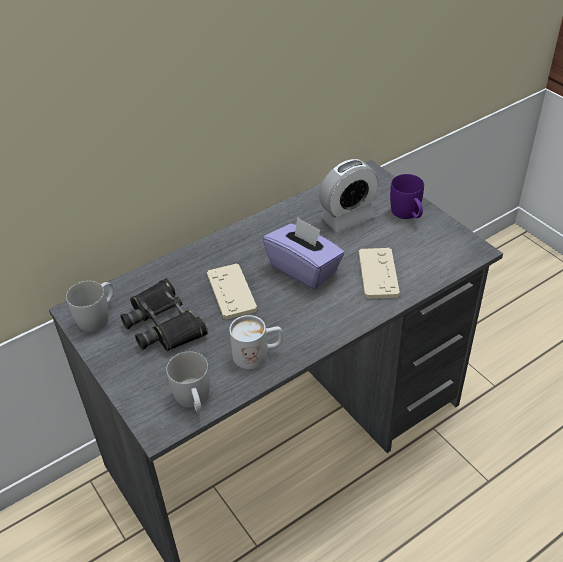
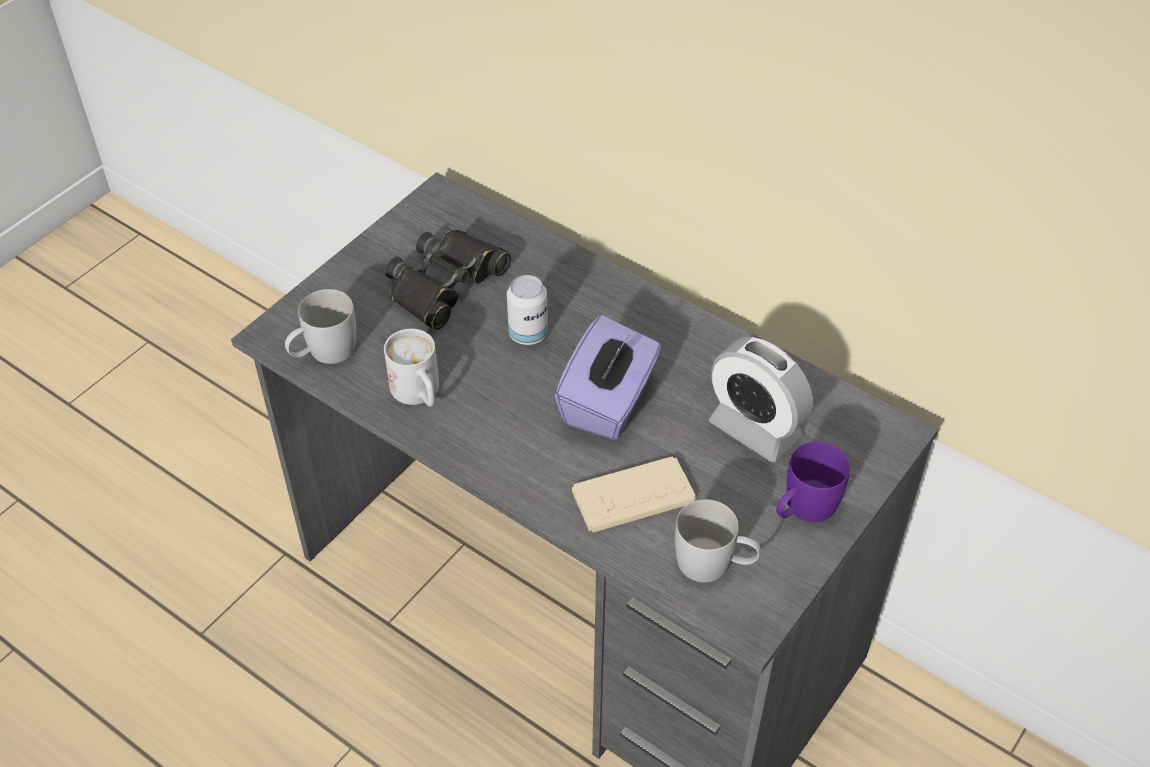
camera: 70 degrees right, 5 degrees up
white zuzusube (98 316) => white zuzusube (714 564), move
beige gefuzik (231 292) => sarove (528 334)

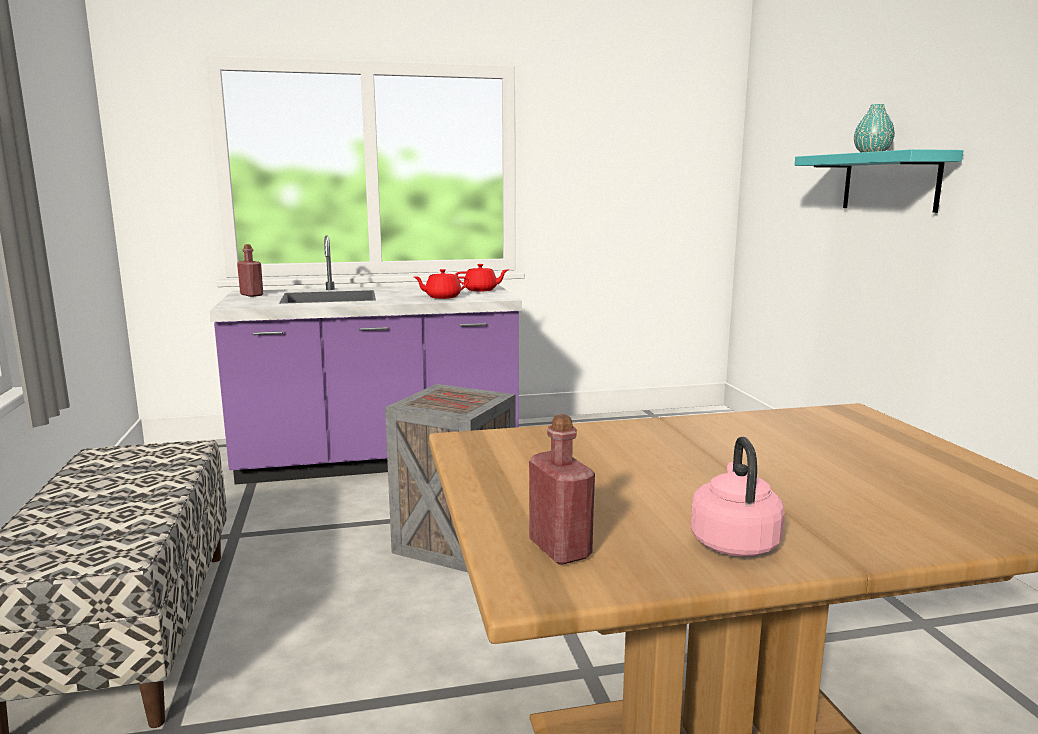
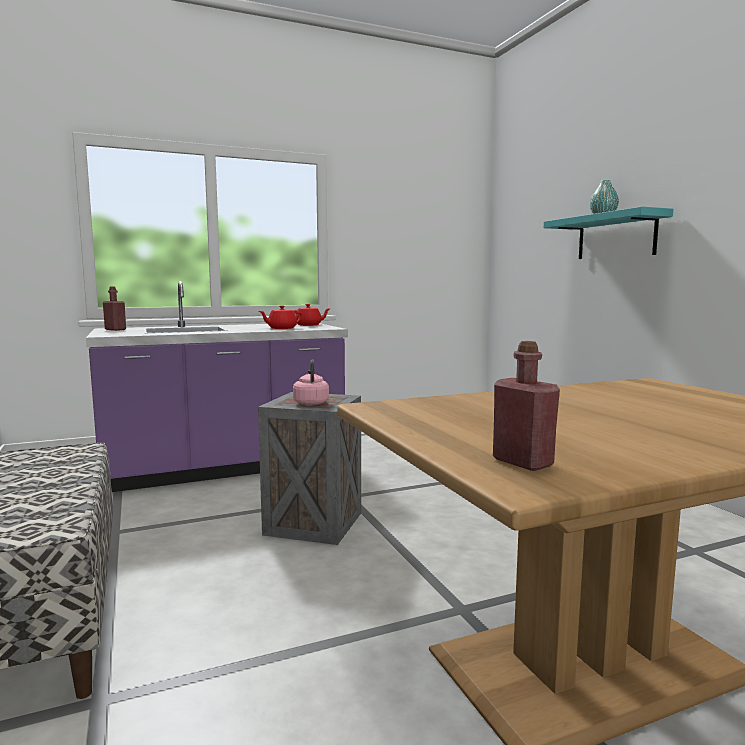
camera: 10 degrees left, 5 degrees down
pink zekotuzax (733 541) => pink zekotuzax (311 403), move

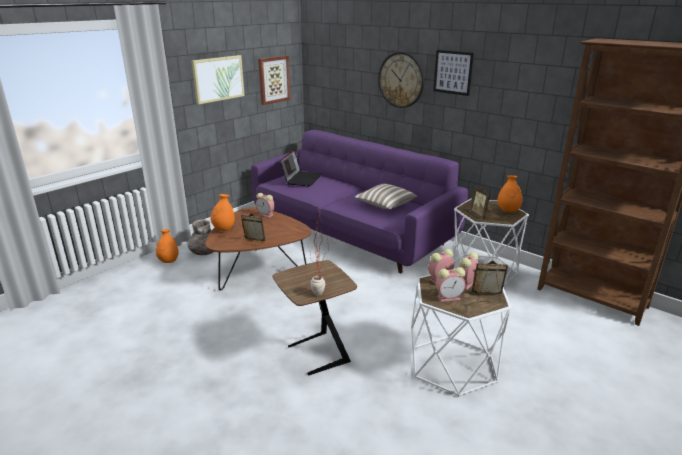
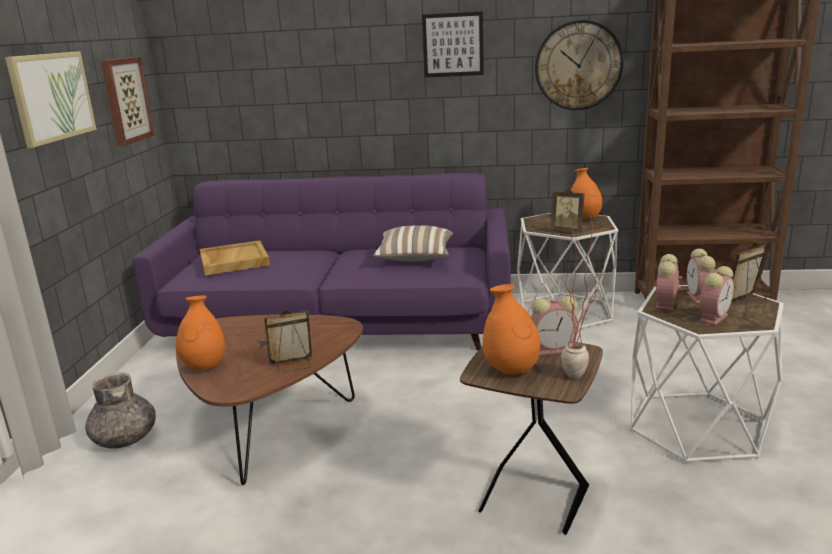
camera: 35 degrees left, 5 degrees down
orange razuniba (169 261) => orange razuniba (511 370), move
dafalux (266 215) => dafalux (554 349), move
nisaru (302 179) => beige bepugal (233 261)
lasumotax (401 80) => lasumotax (578 65), move

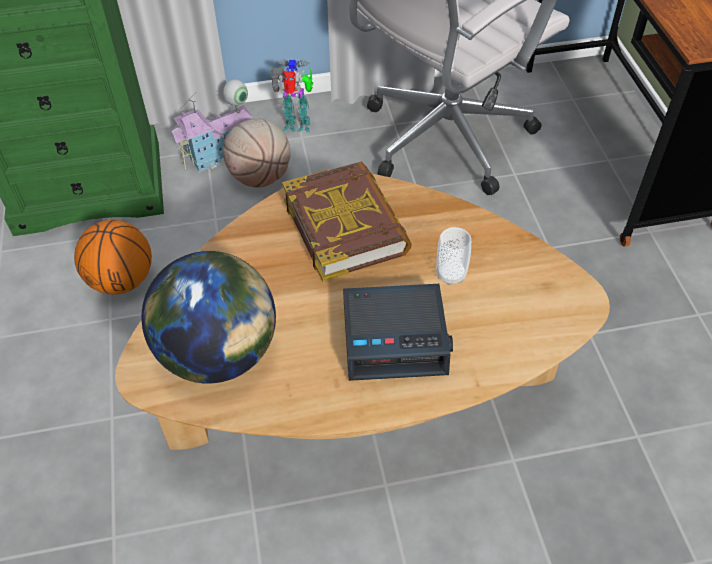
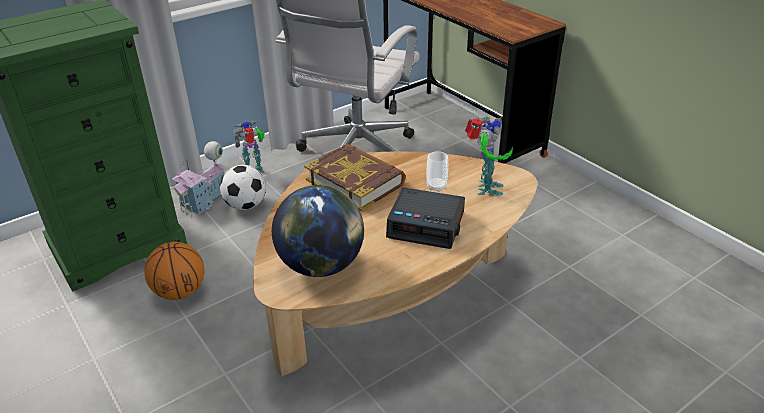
camera: 25 degrees left, 15 degrees down
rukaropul (260 177) => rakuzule (246 205)
dafalux (395 338) => dafalux (427 225), 45 degrees clockwise
nothing => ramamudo (486 189)

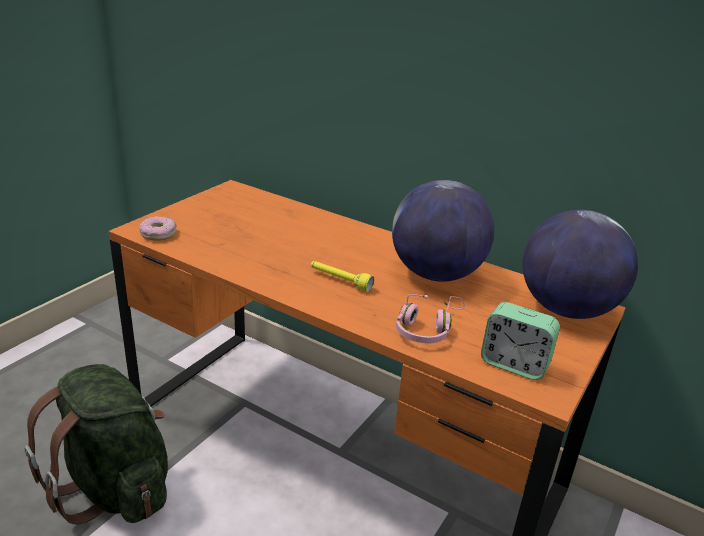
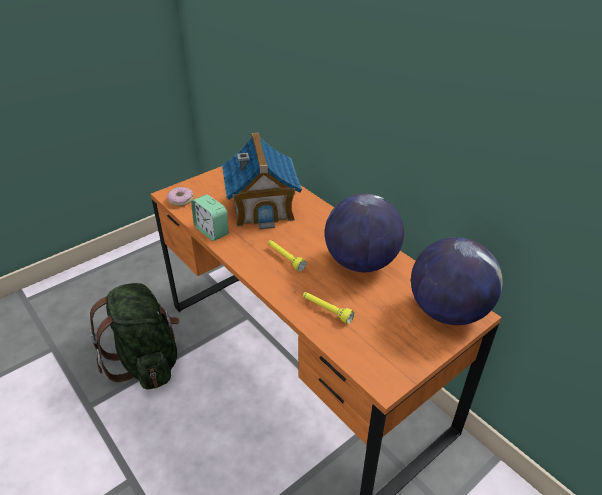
camera: 20 degrees right, 10 degrees up
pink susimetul (427 328) => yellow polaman (326 310)
dafalux (514 364) => dafalux (211 231), move
nothing => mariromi (262 207)

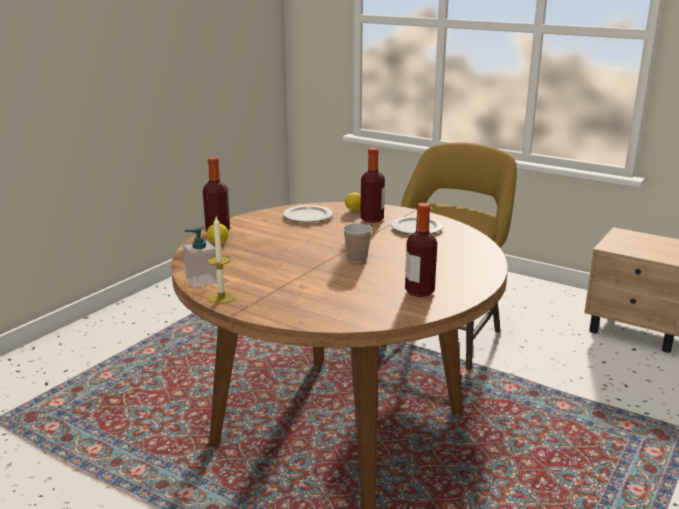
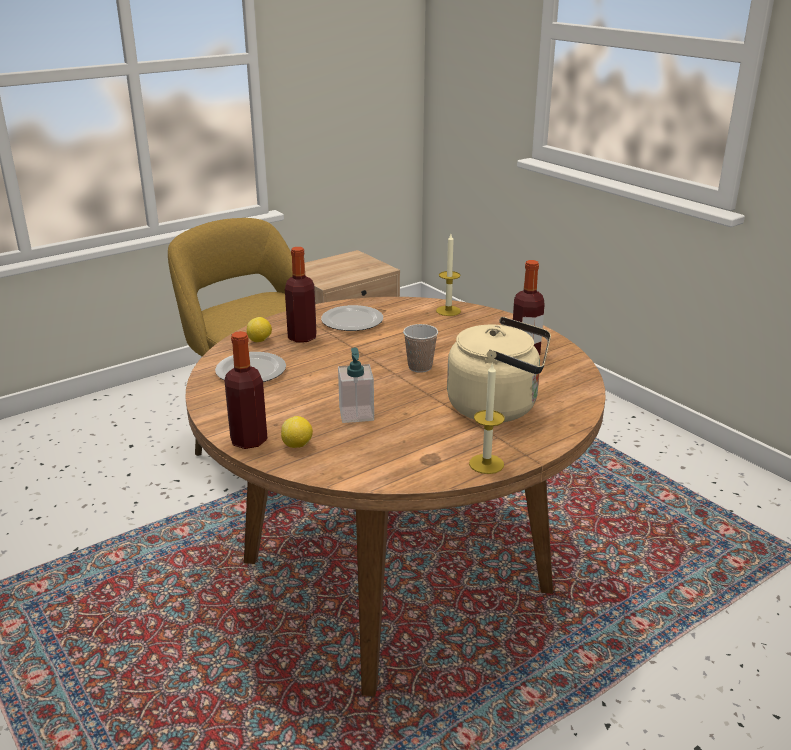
camera: 70 degrees left, 5 degrees up
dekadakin (201 280) => dekadakin (356 414), move
nothing => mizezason (448 311)
nothing => beige zekotuzax (498 407)

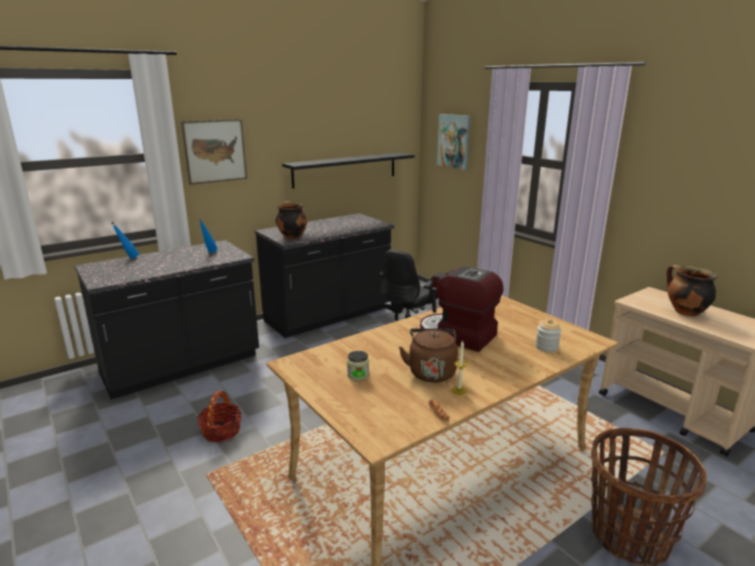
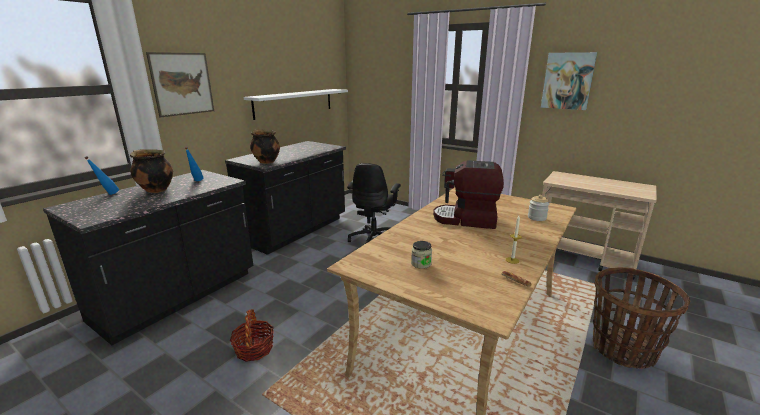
camera: 20 degrees left, 0 degrees up
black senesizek (345 169) => white senesizek (294 103)
brown zekotuzax (431 371) => nothing
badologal (454 141) => badologal (567 81), move
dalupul (684 312) => dalupul (155 190), move

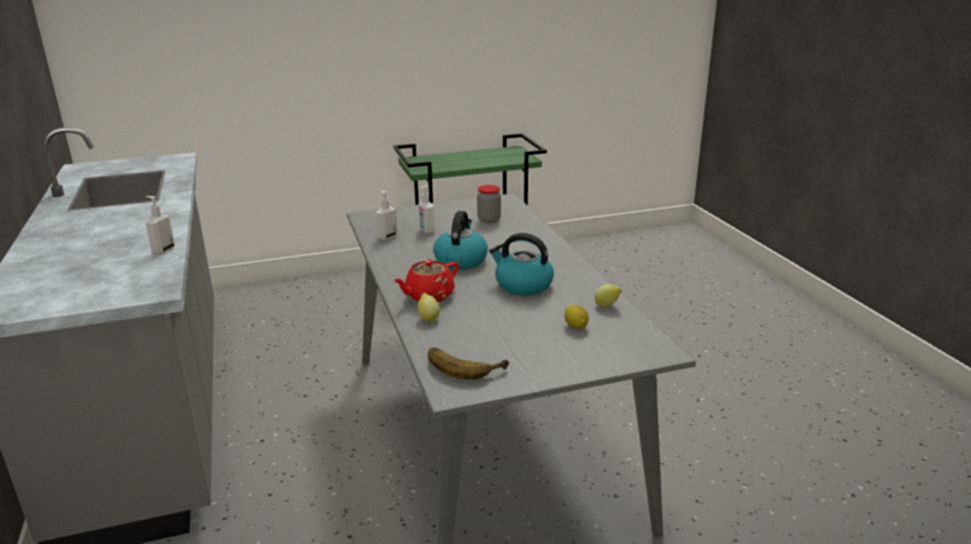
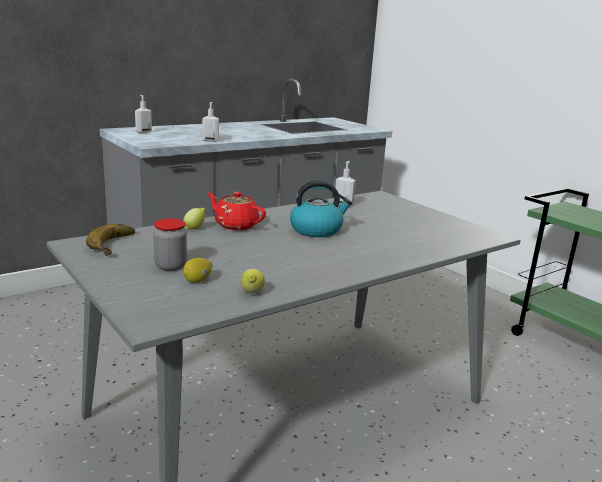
camera: 70 degrees right, 5 degrees down
dekadakin (426 231) => dekadakin (143 132), move
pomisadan (489 220) => pomisadan (170 266), move
zekotuzax (522 285) => nothing

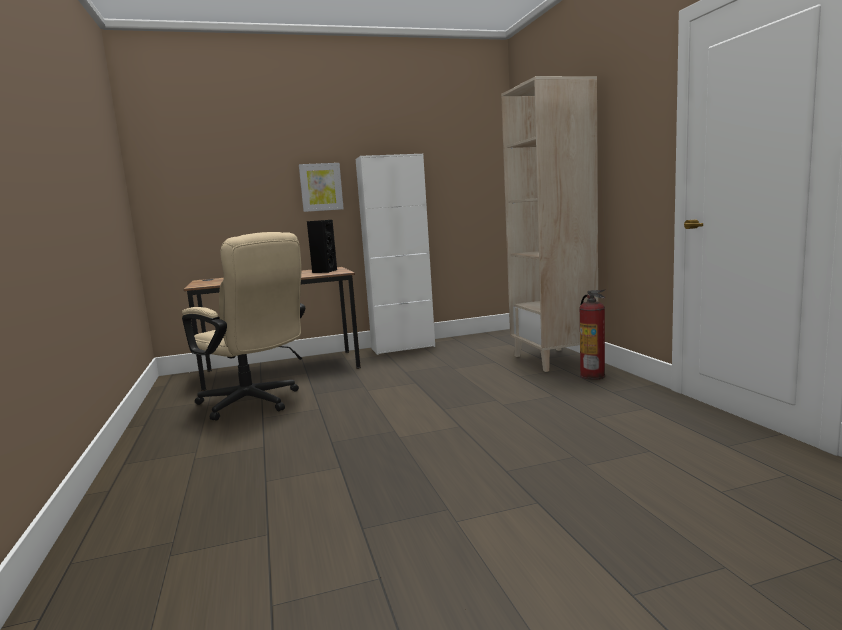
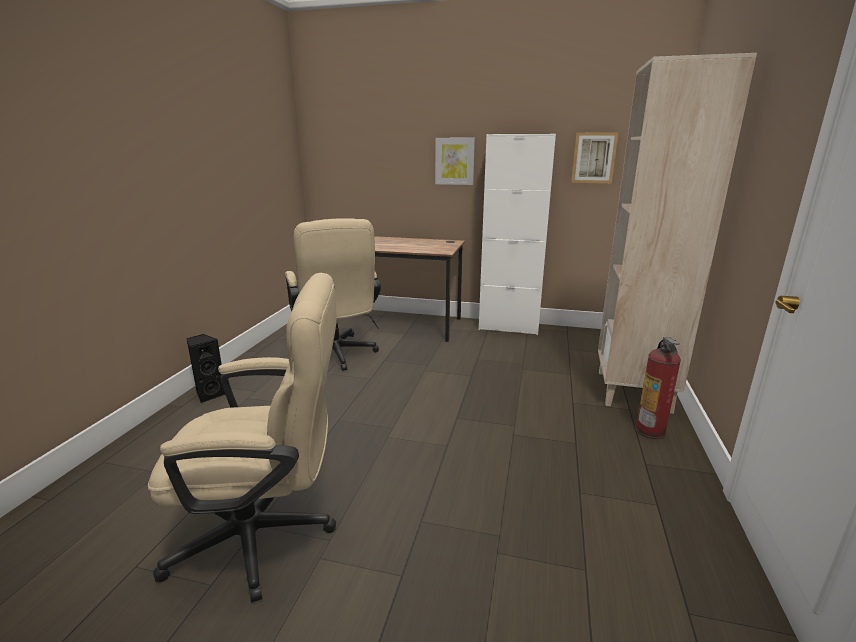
camera: 30 degrees right, 10 degrees up
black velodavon (324 271) => black velodavon (210 394), move
nothing => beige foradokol (268 535)
nothing => badologal (593 158)

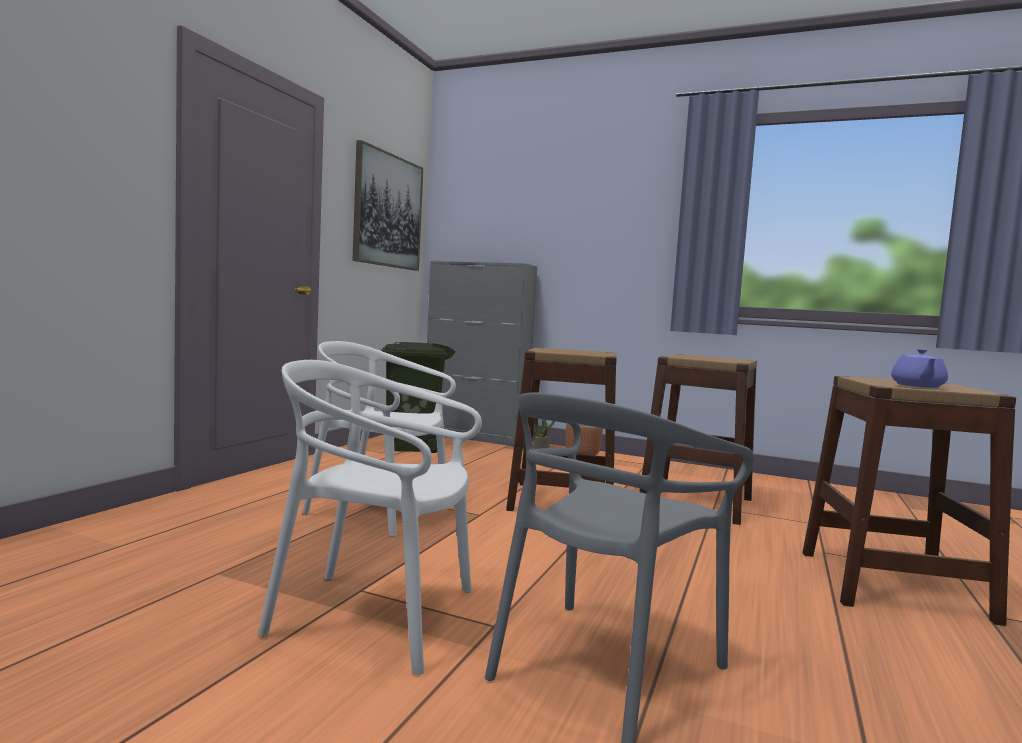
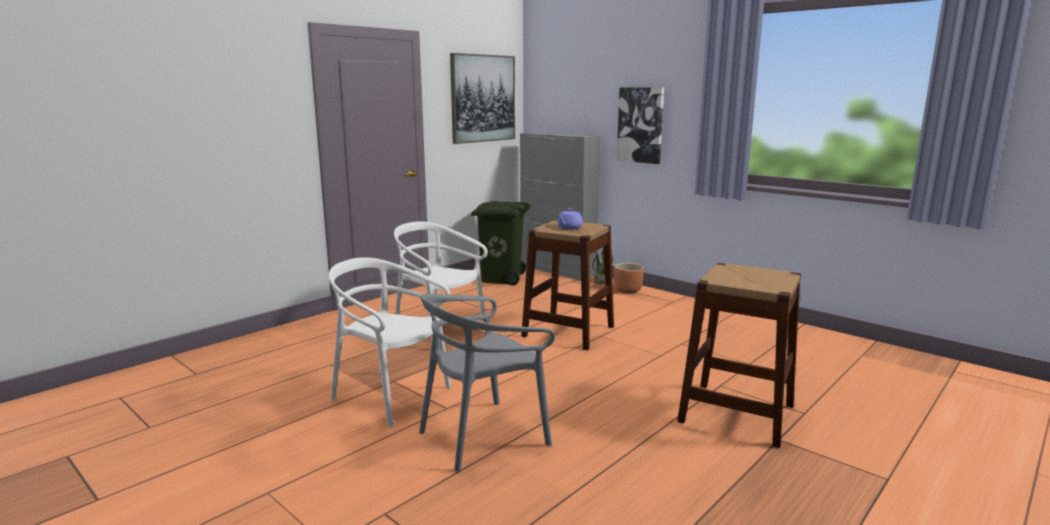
camera: 20 degrees right, 10 degrees up
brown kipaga (696 502) => nothing
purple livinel (918 386) => purple livinel (569 228), move
nothing => badologal (640 125)

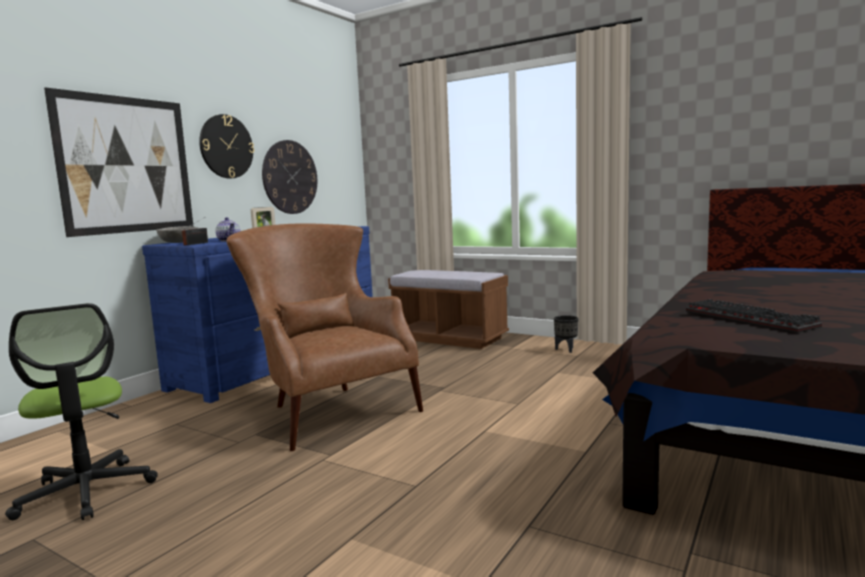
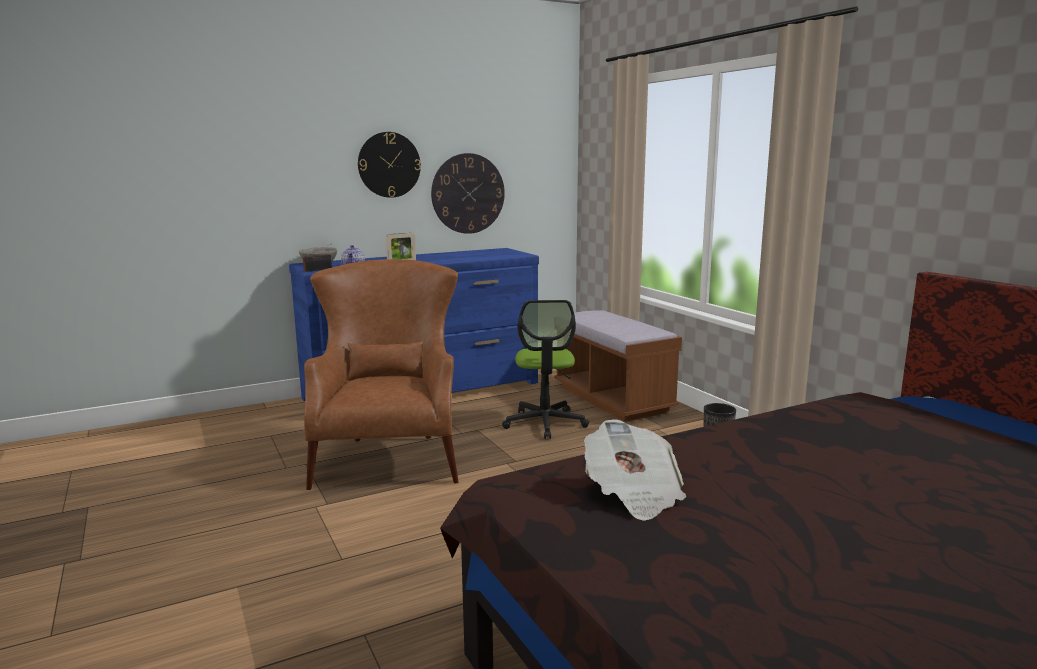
camera: 30 degrees right, 5 degrees up
foradokol (86 492) => foradokol (545 423), move
badologal (126 165) => nothing
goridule (752 319) => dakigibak (633 494)

